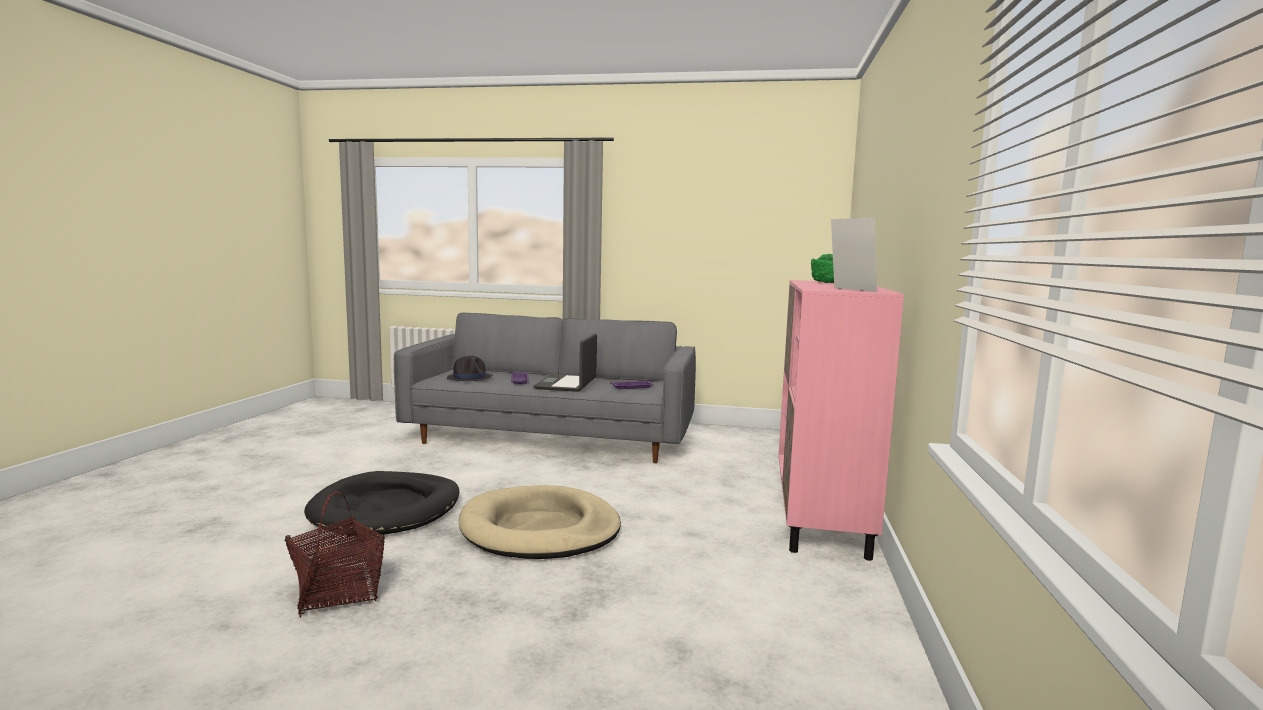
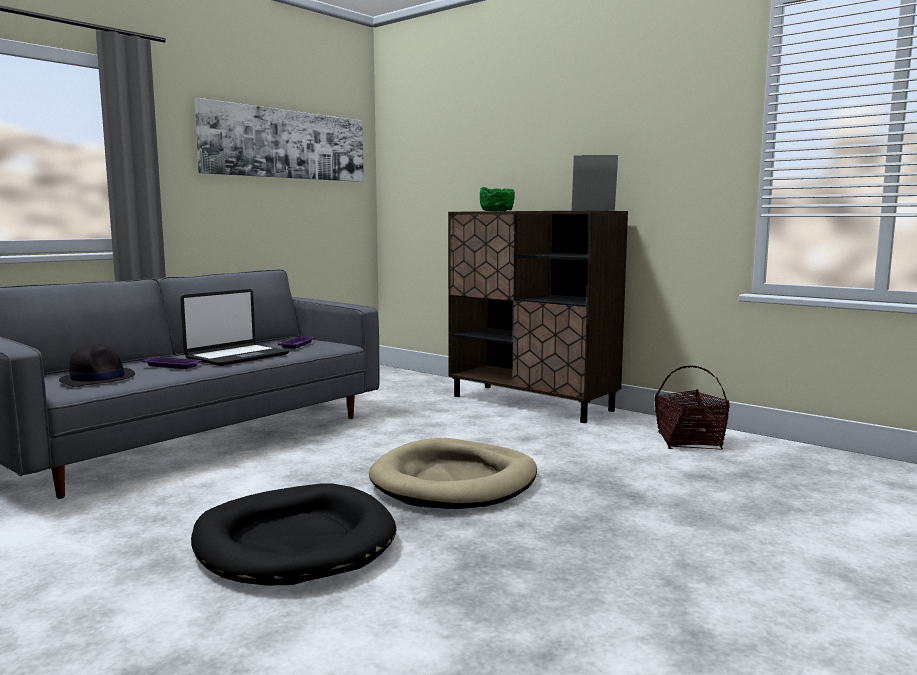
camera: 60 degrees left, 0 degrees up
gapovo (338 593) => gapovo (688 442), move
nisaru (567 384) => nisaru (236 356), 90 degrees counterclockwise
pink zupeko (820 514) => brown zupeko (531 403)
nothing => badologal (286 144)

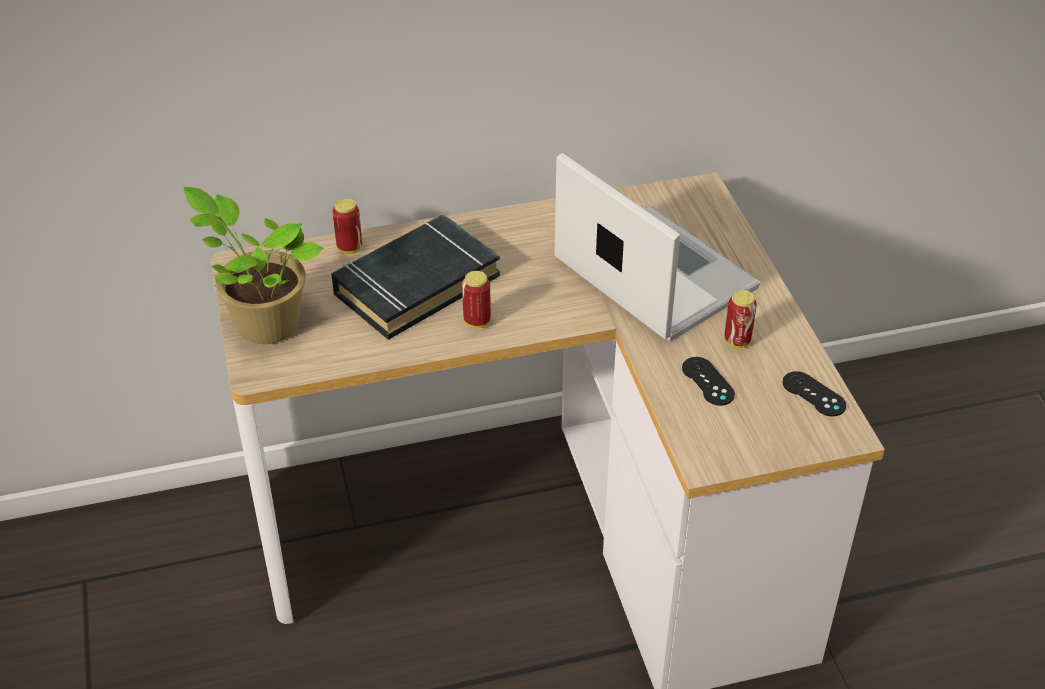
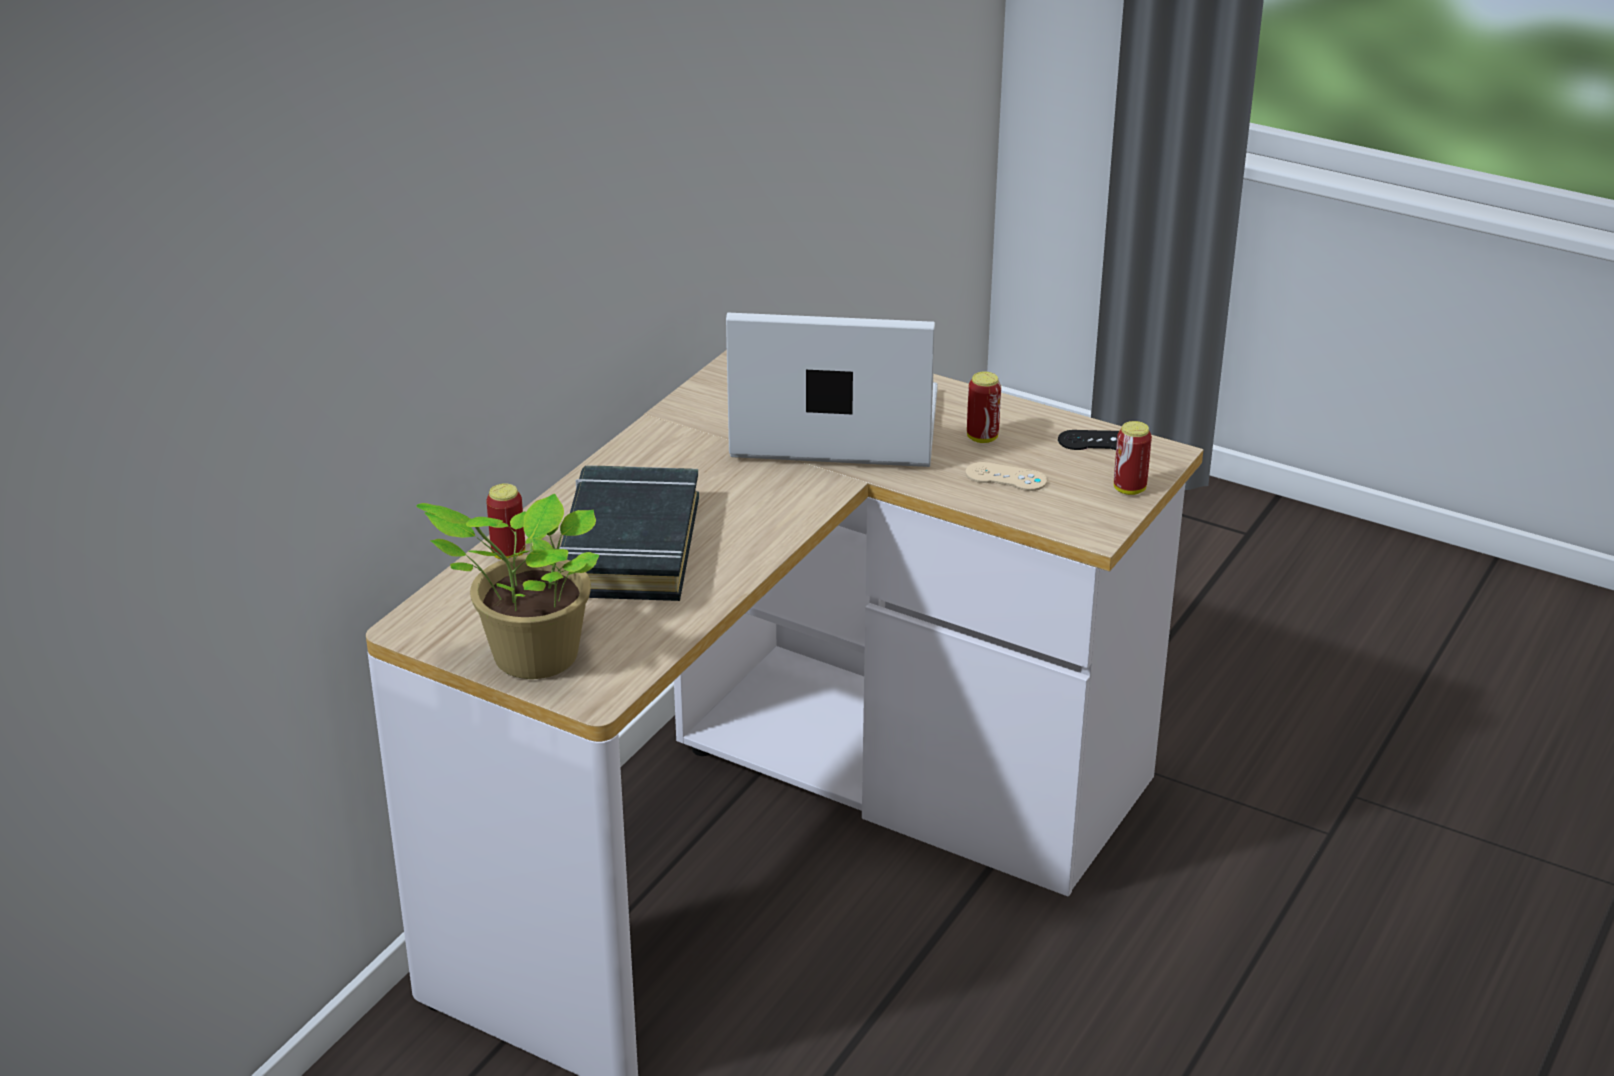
camera: 45 degrees left, 10 degrees down
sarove (477 322) => sarove (1129 489), move
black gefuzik (708 381) => beige gefuzik (1006 477)

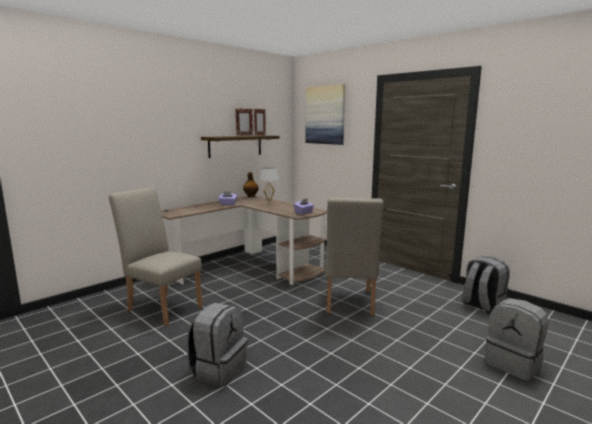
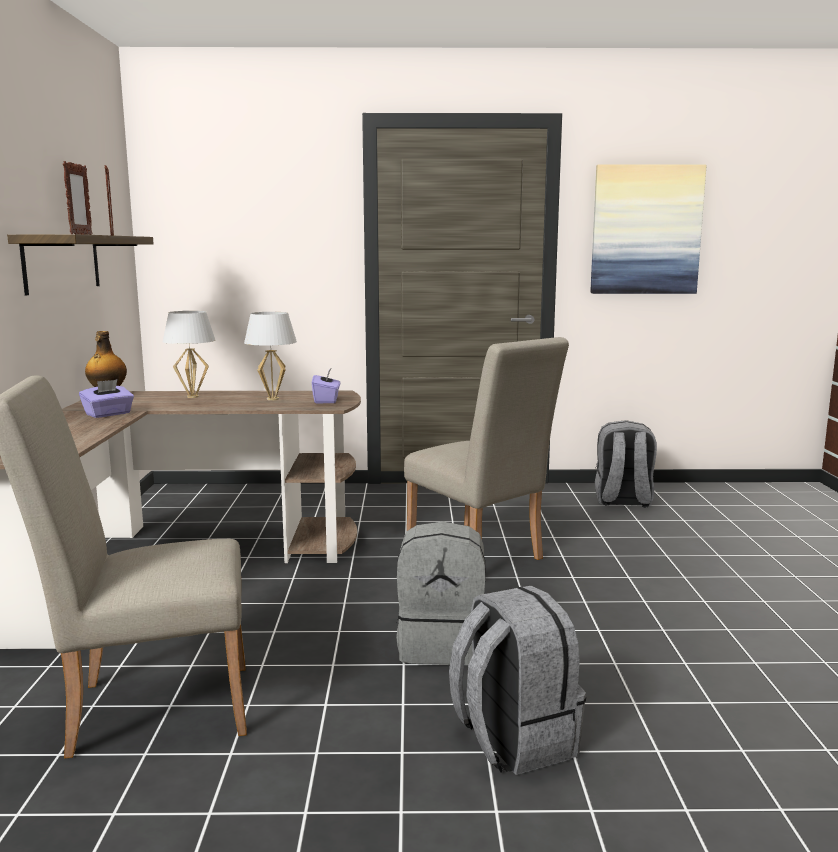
camera: 45 degrees left, 0 degrees up
badologal (325 115) => badologal (646 230), move
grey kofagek (513 364) => grey kofagek (442 645), move
nothing => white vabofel (272 399)

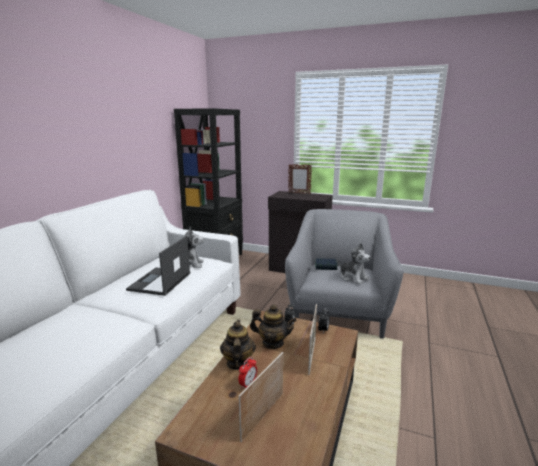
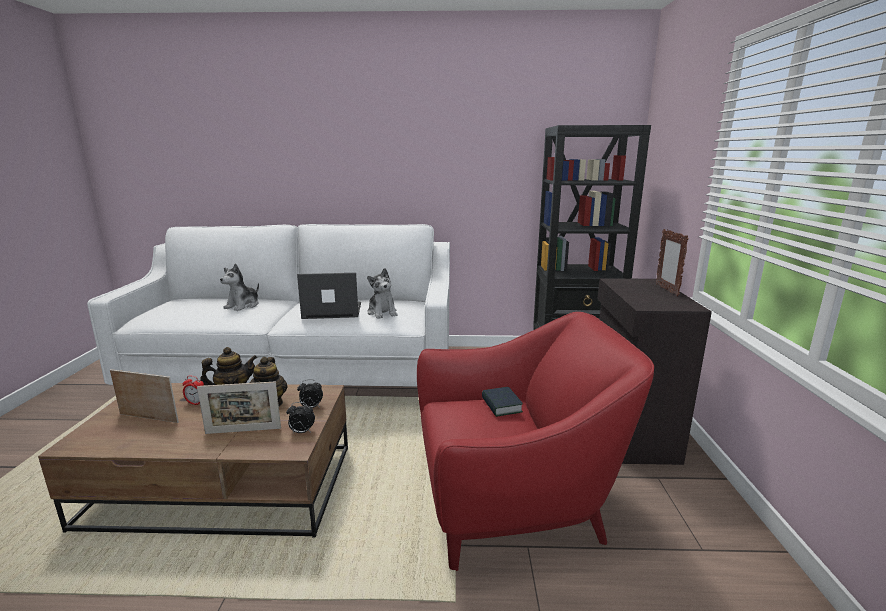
camera: 70 degrees right, 0 degrees up
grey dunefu (339 311) => red dunefu (512 501)
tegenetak (353 278) => tegenetak (243 305), move

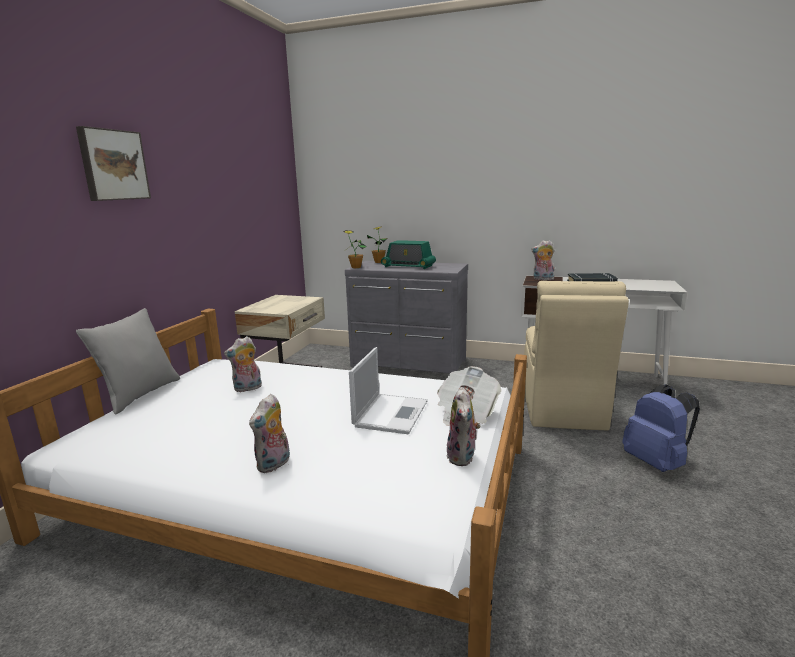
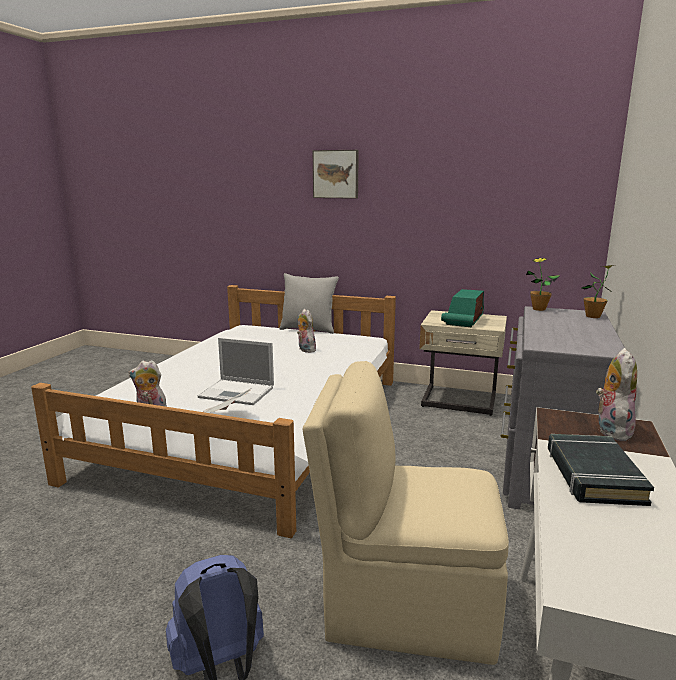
camera: 90 degrees right, 0 degrees up
tegenetak (274 465) => nothing
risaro (408 266) => risaro (463 320), move

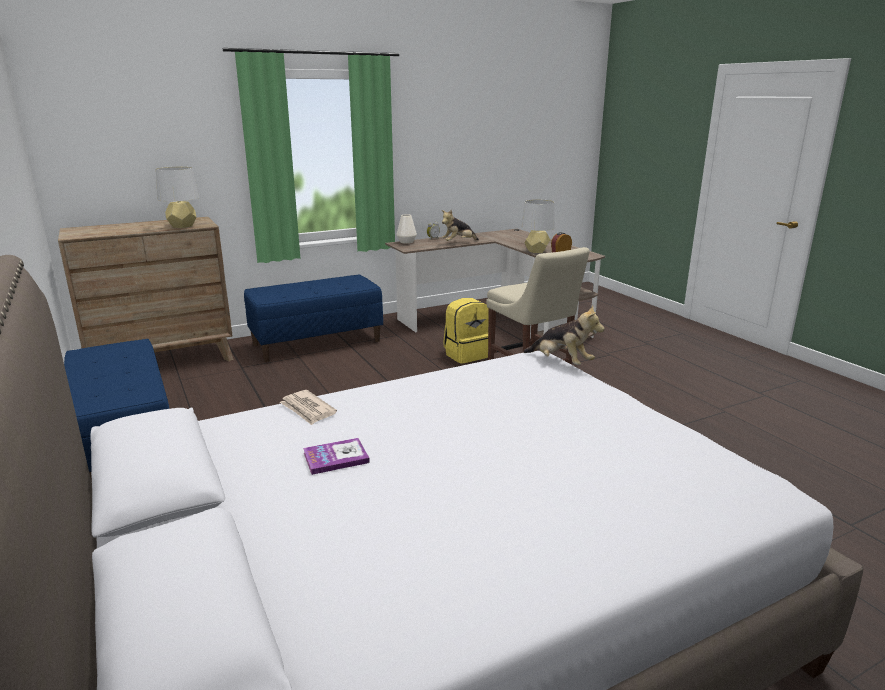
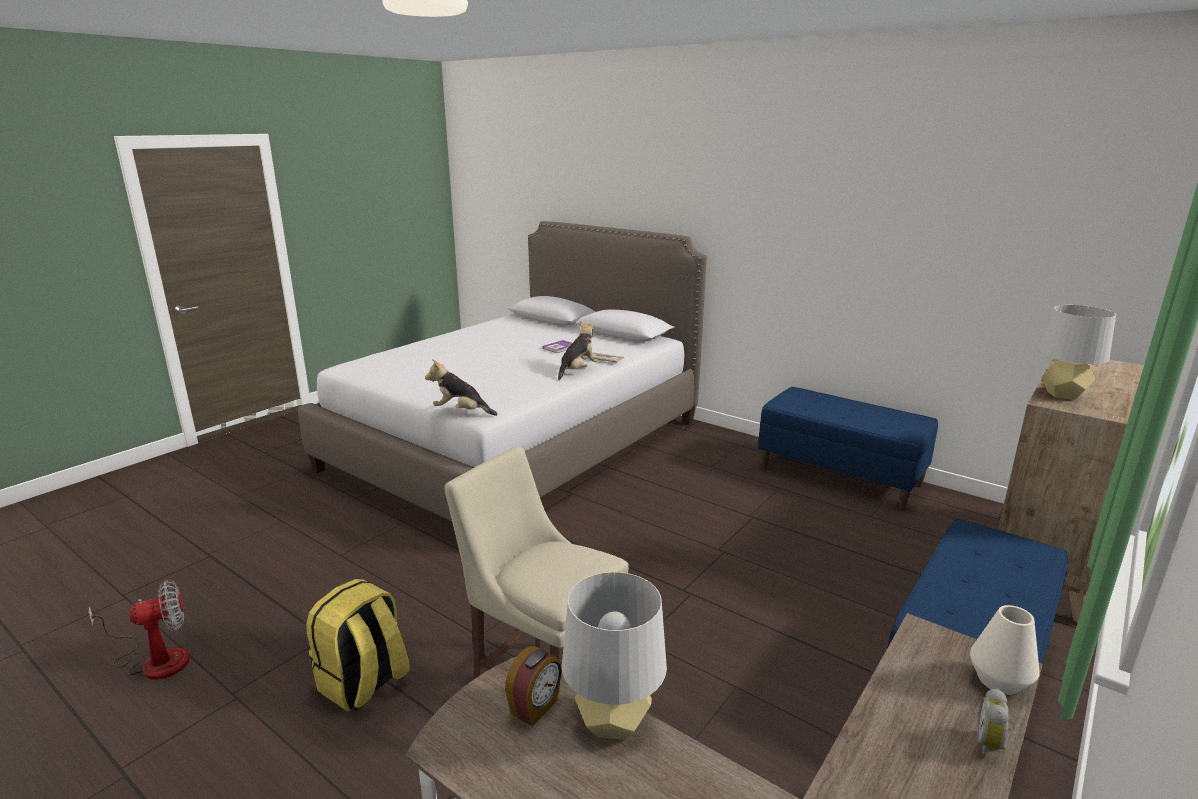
camera: 155 degrees right, 0 degrees up
tegenetak (458 243) => tegenetak (577 371), move
yellow kofagek (466 354) => yellow kofagek (364 684), move
nothing => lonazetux (155 660)

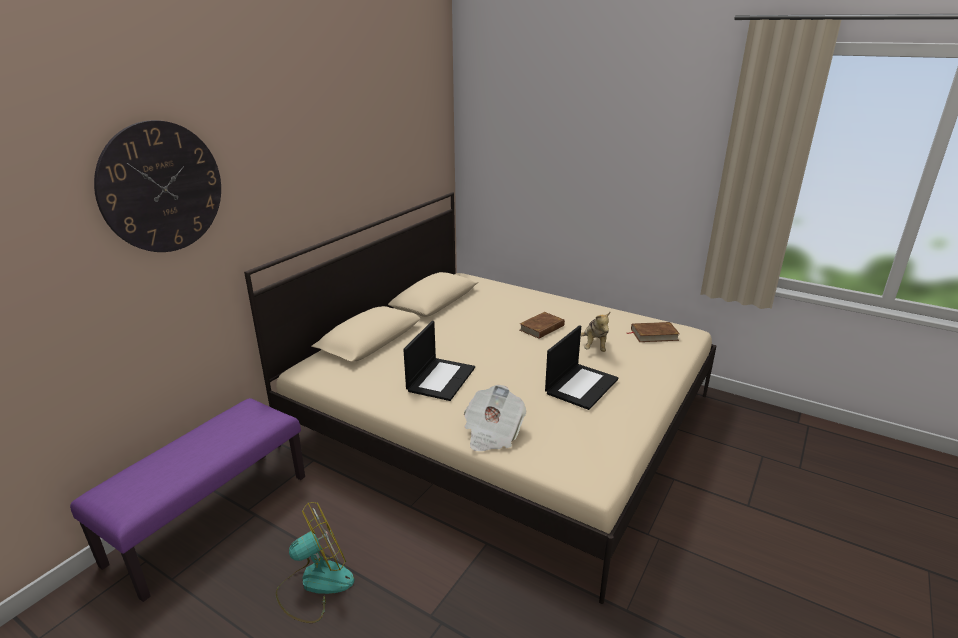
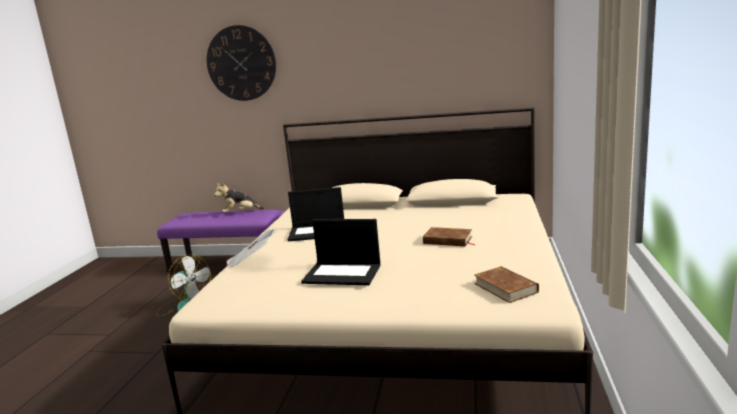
camera: 70 degrees right, 10 degrees down
tegenetak (594 346) => tegenetak (240 213), move

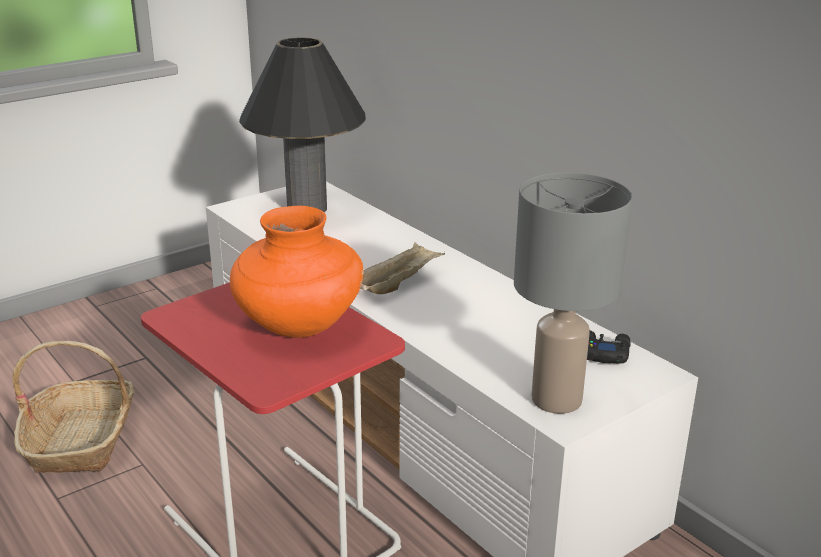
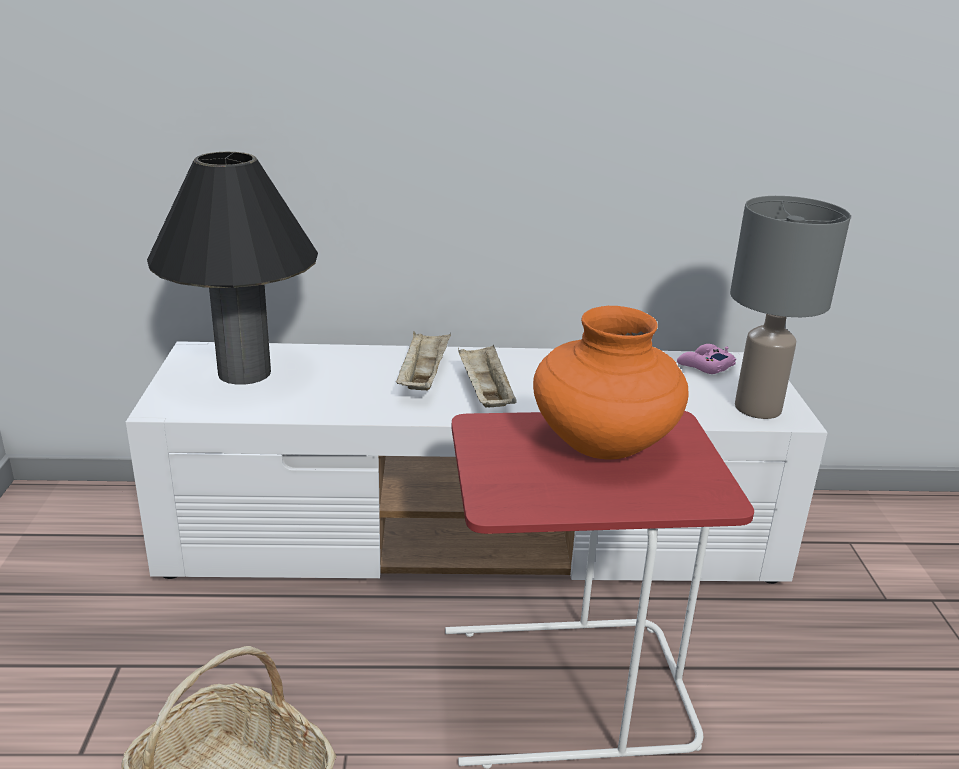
camera: 55 degrees left, 0 degrees up
black gefuzik (603 353) => pink gefuzik (704 366)
nothing => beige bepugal (423 377)

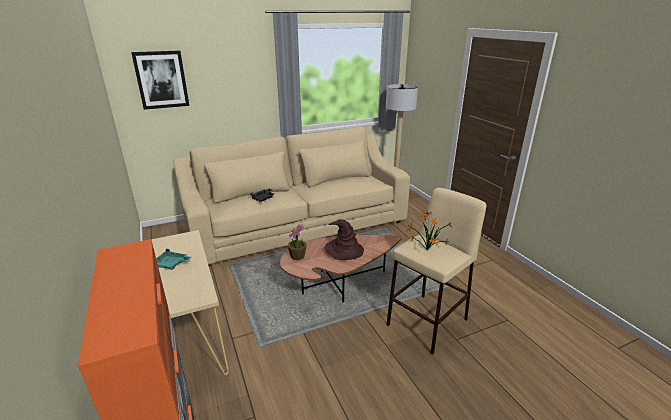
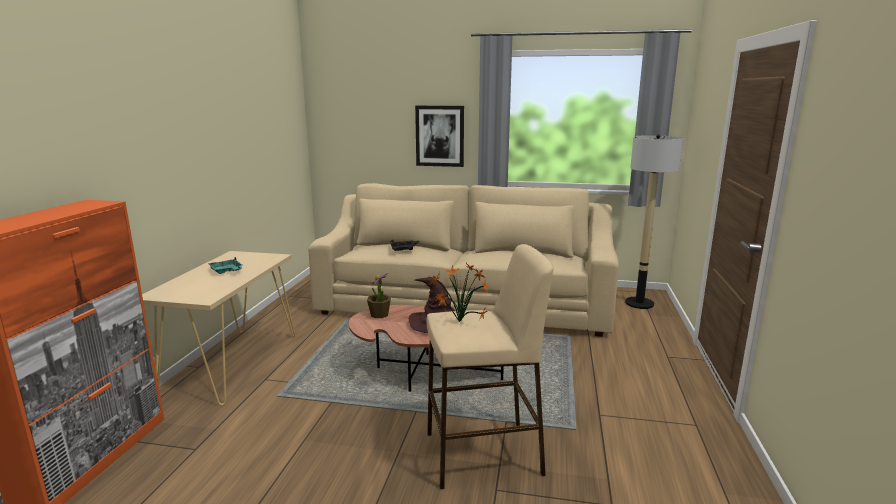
camera: 35 degrees right, 10 degrees down
badologal (161 80) => badologal (440 136), move

